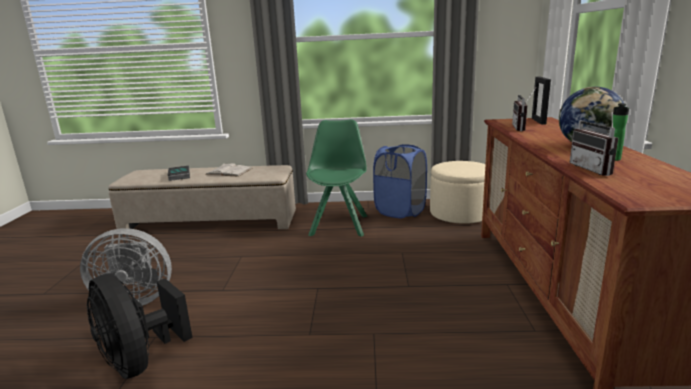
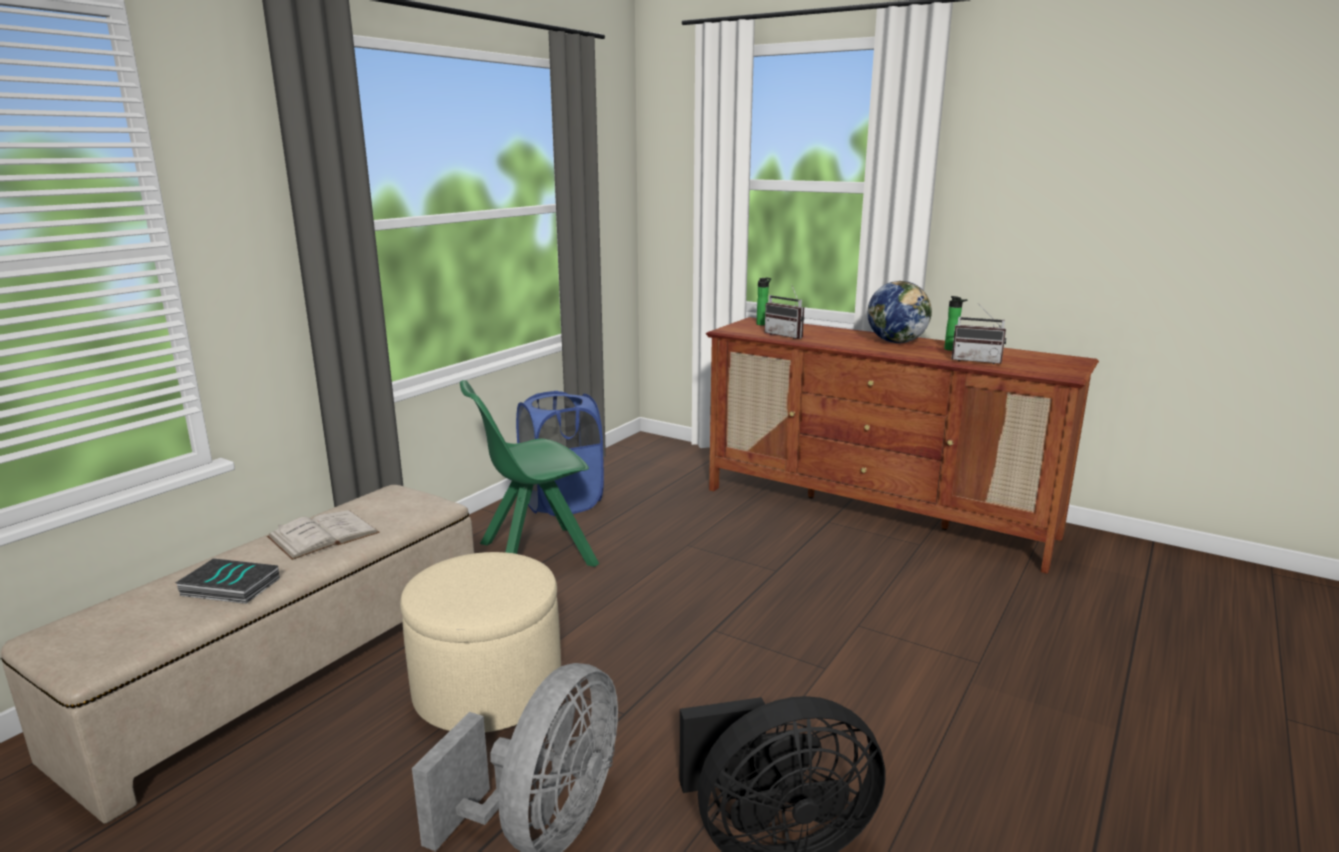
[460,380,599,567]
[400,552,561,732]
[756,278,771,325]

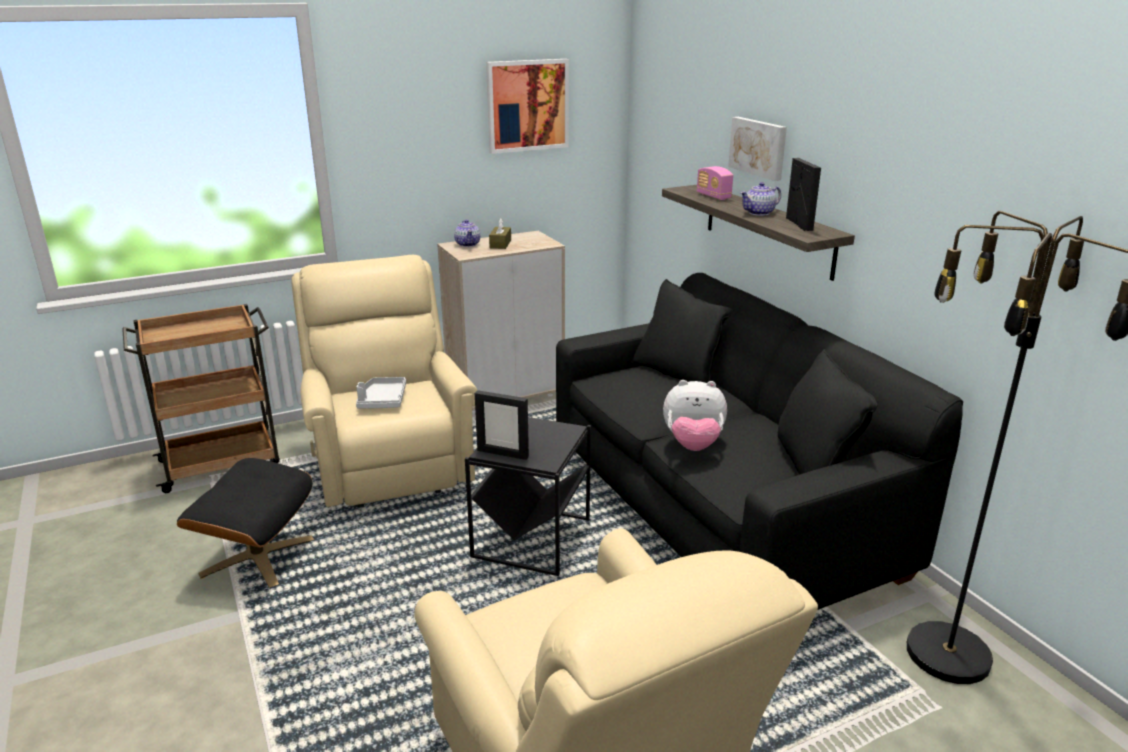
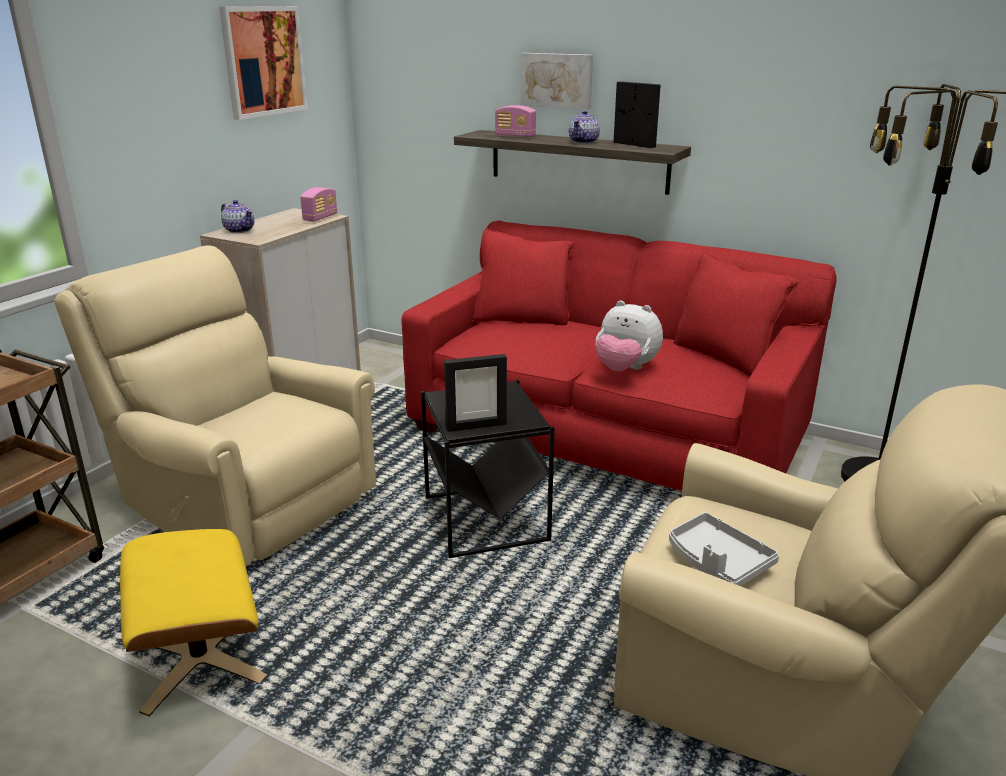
[120,529,267,717]
[669,512,779,586]
[489,218,511,249] (first image)
[402,221,837,491]
[595,300,663,371]
[300,187,337,222]

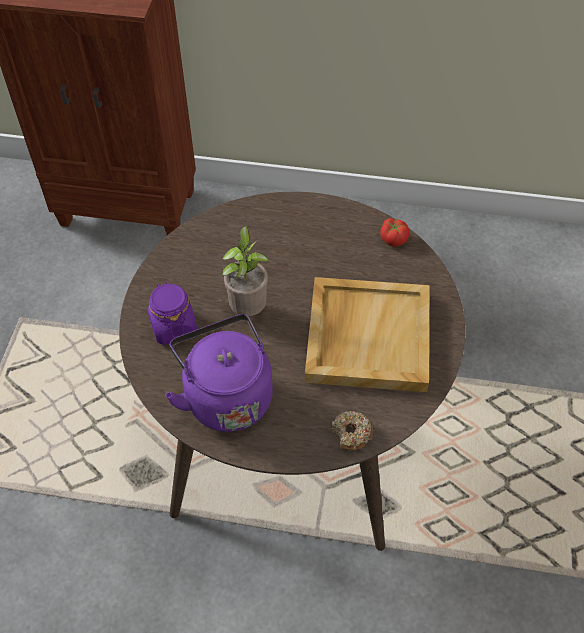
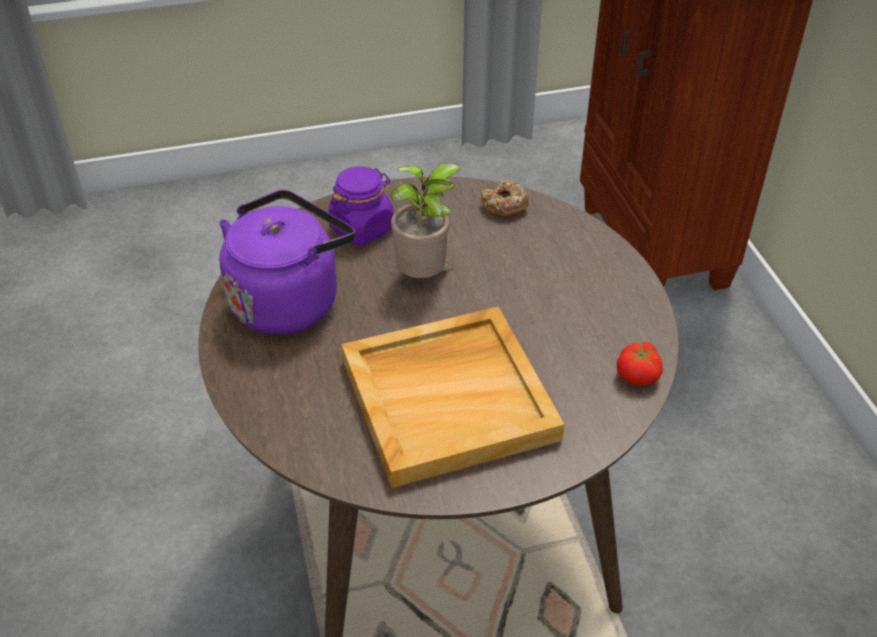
[480,180,529,218]

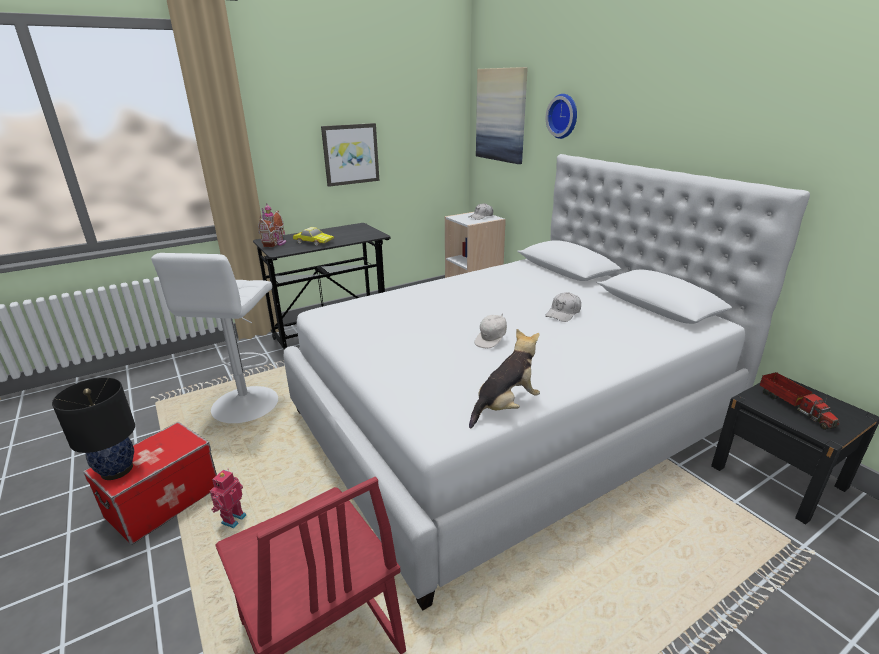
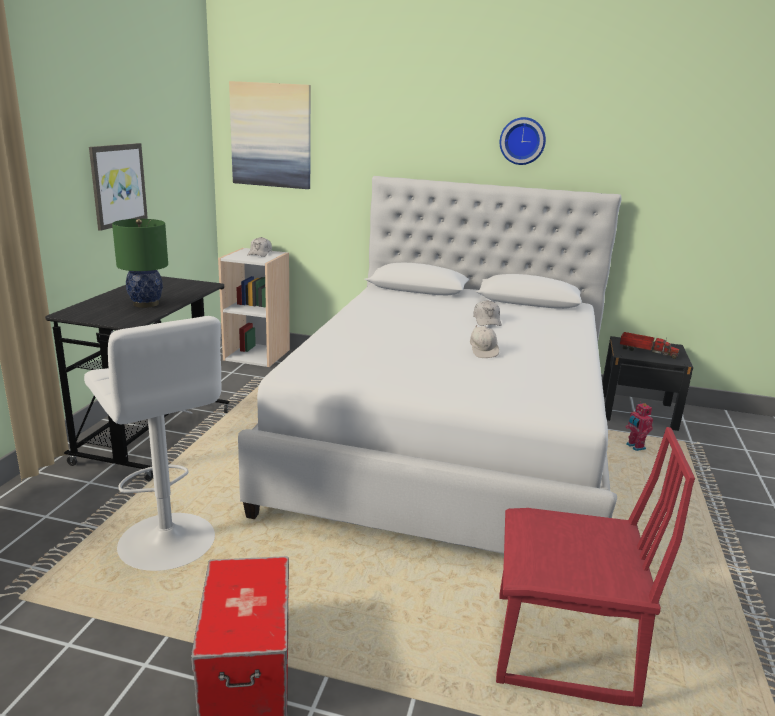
[52,378,135,480] (first image)
[625,402,653,451]
[258,204,286,247] (first image)
[112,219,168,308]
[469,329,540,428] (first image)
[500,117,546,165]

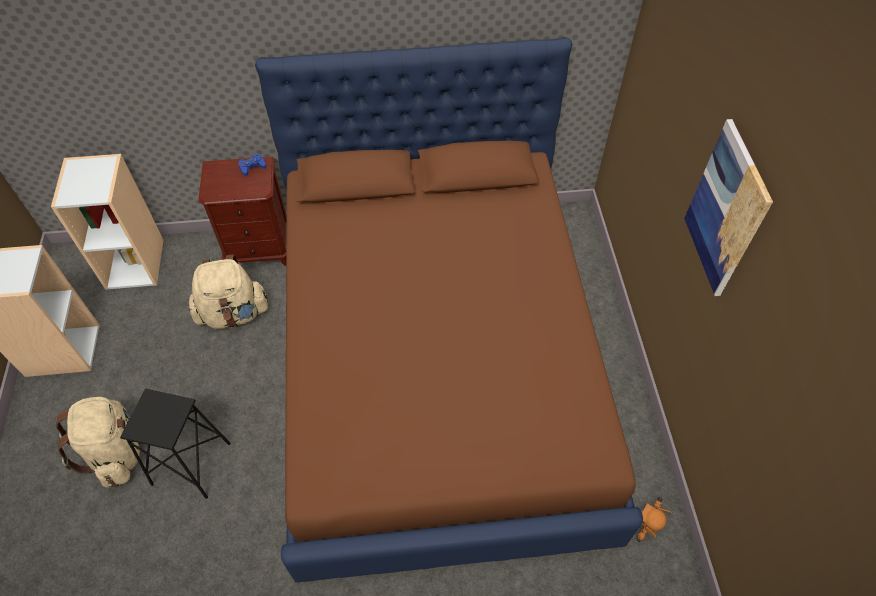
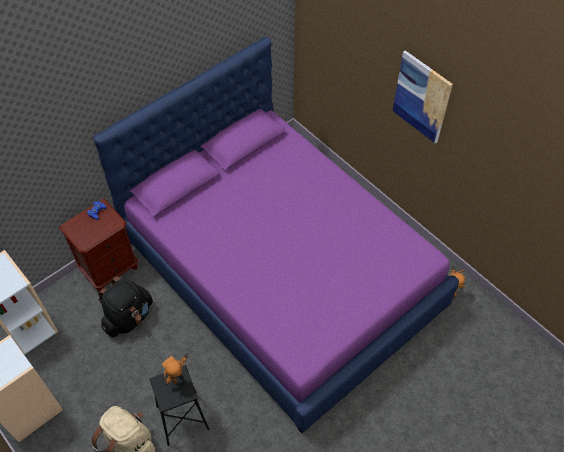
[98,276,153,337]
[93,37,459,433]
[162,354,188,385]

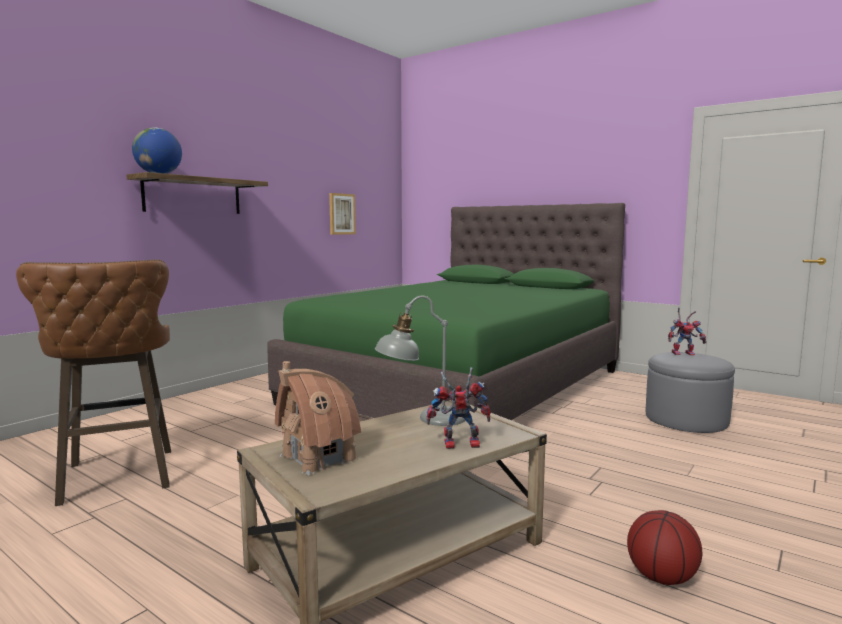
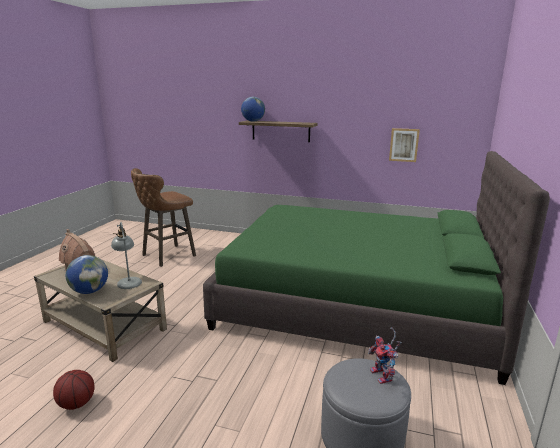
[66,255,108,294]

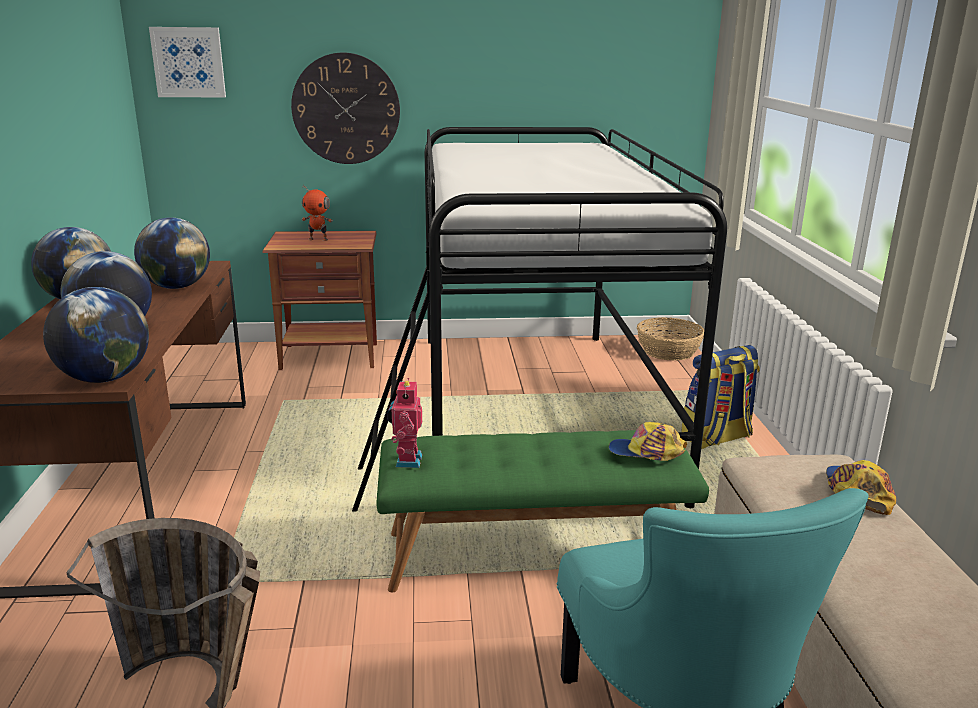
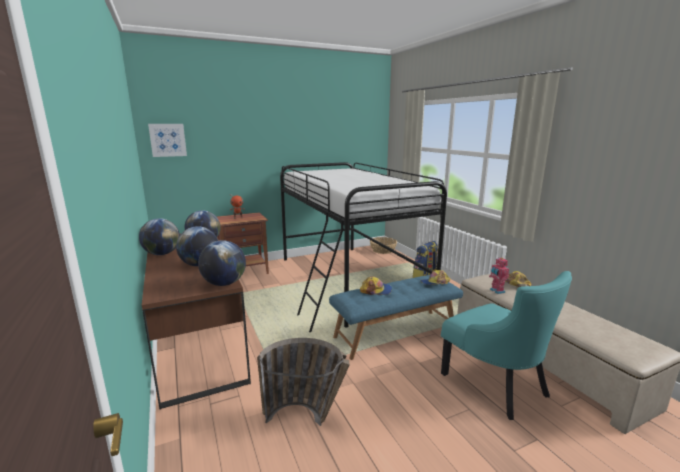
[291,53,400,164] (first image)
[329,275,463,360]
[489,258,509,294]
[360,276,392,295]

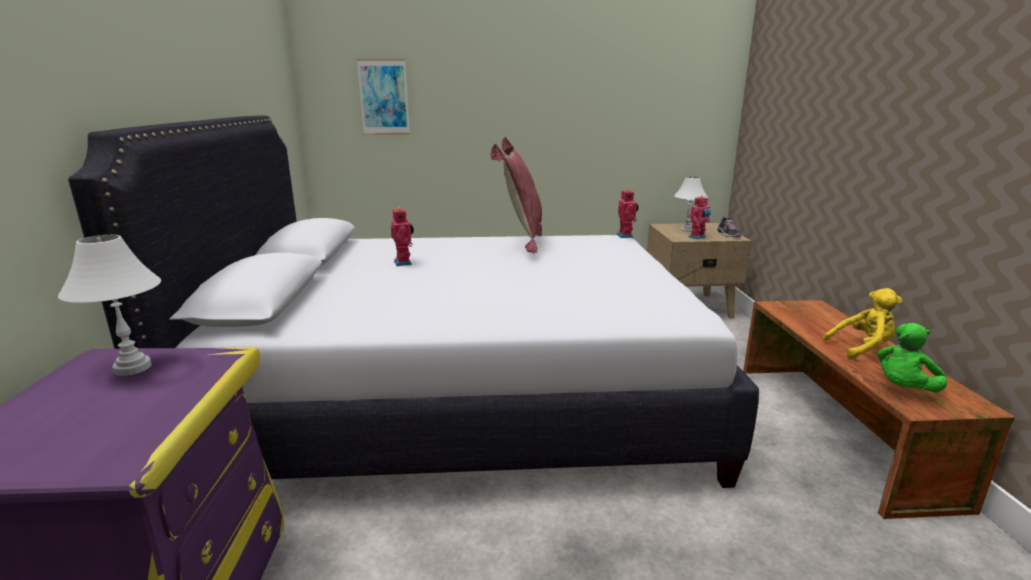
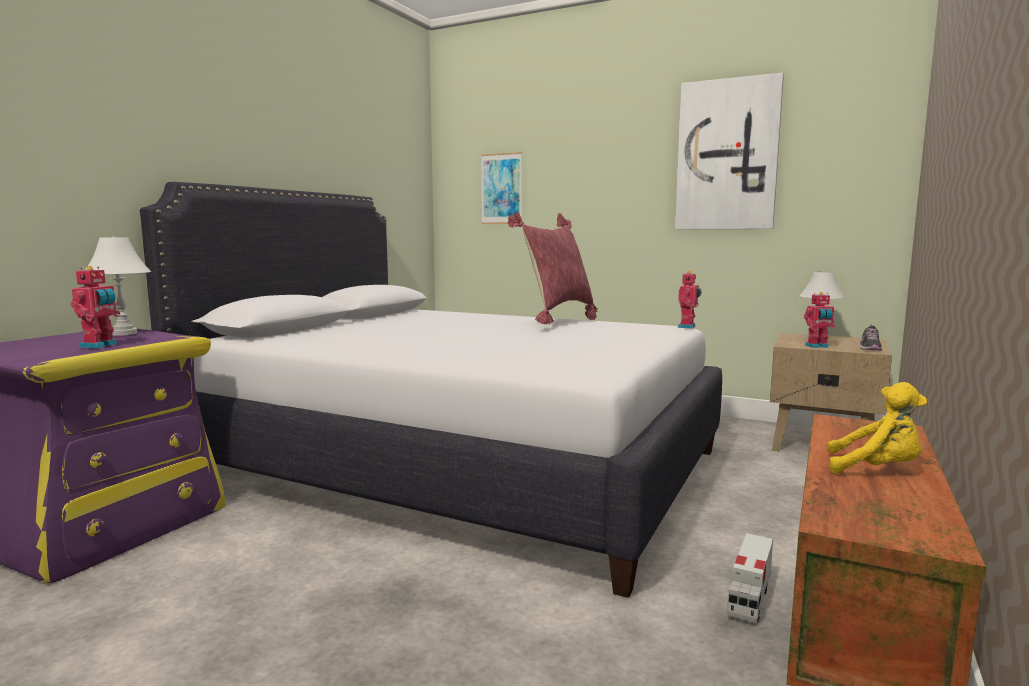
[71,266,120,348]
[877,323,947,392] (first image)
[675,73,784,229]
[727,533,773,623]

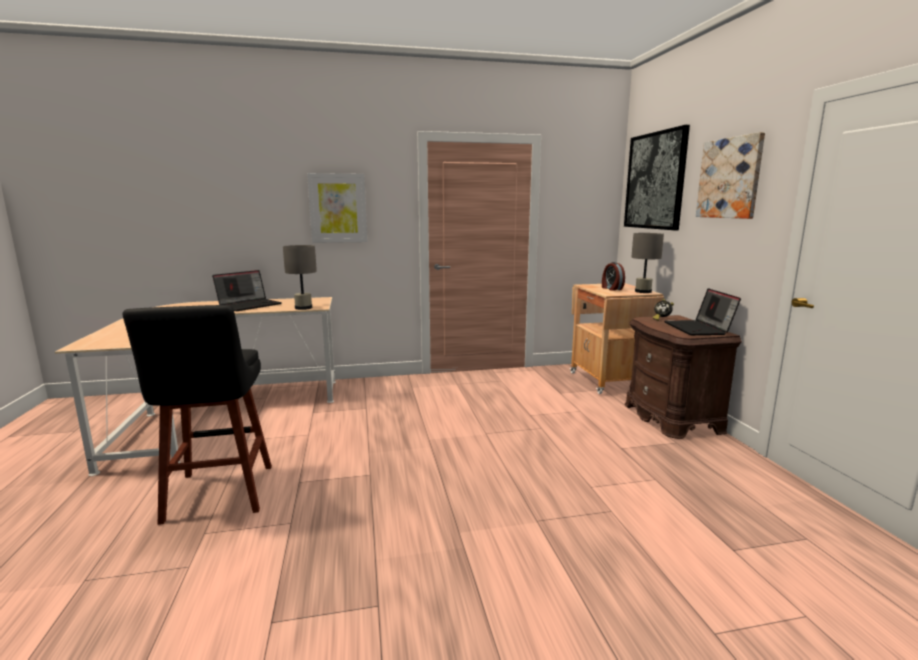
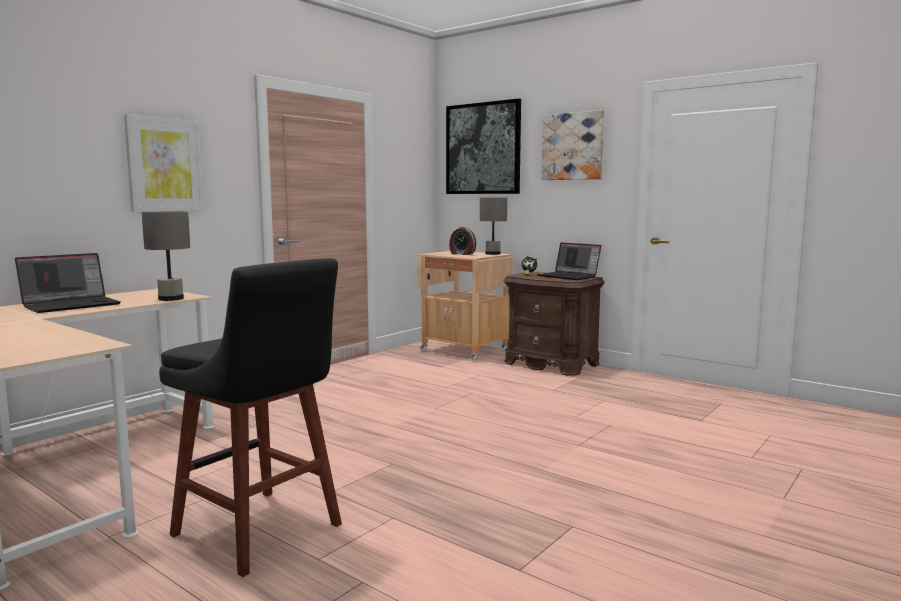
[15,253,121,313]

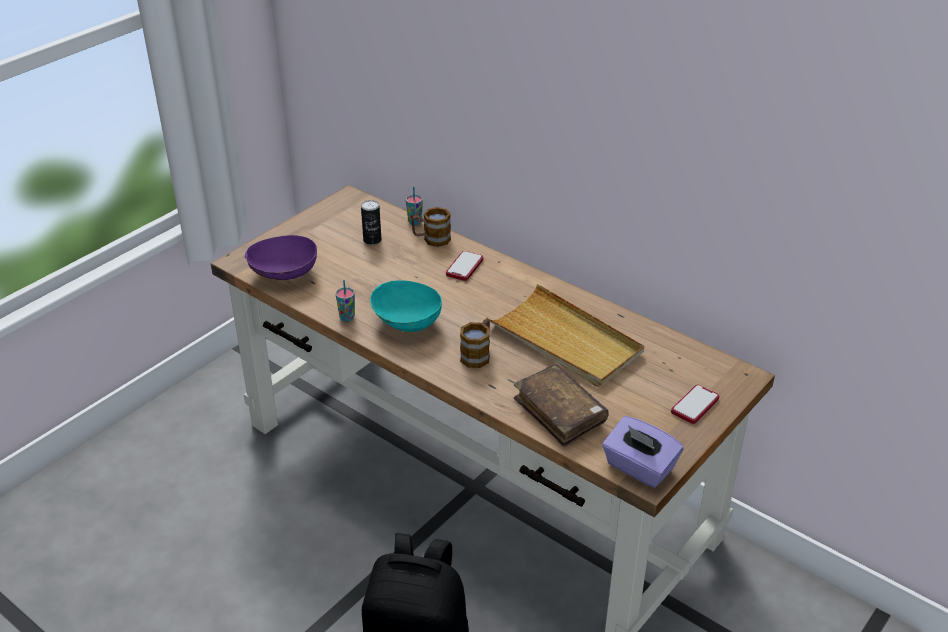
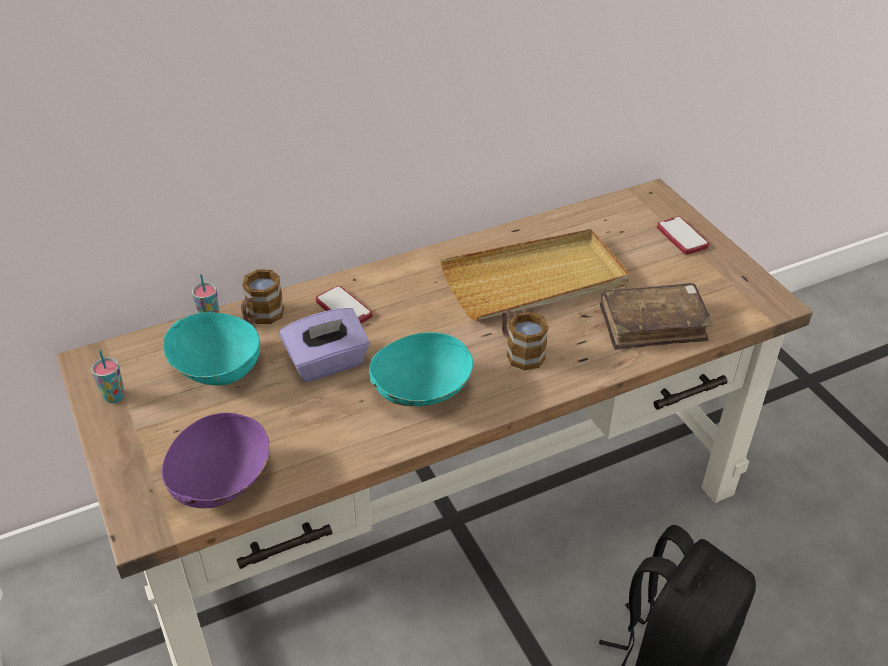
[91,350,125,403]
[162,312,260,385]
[279,308,370,382]

